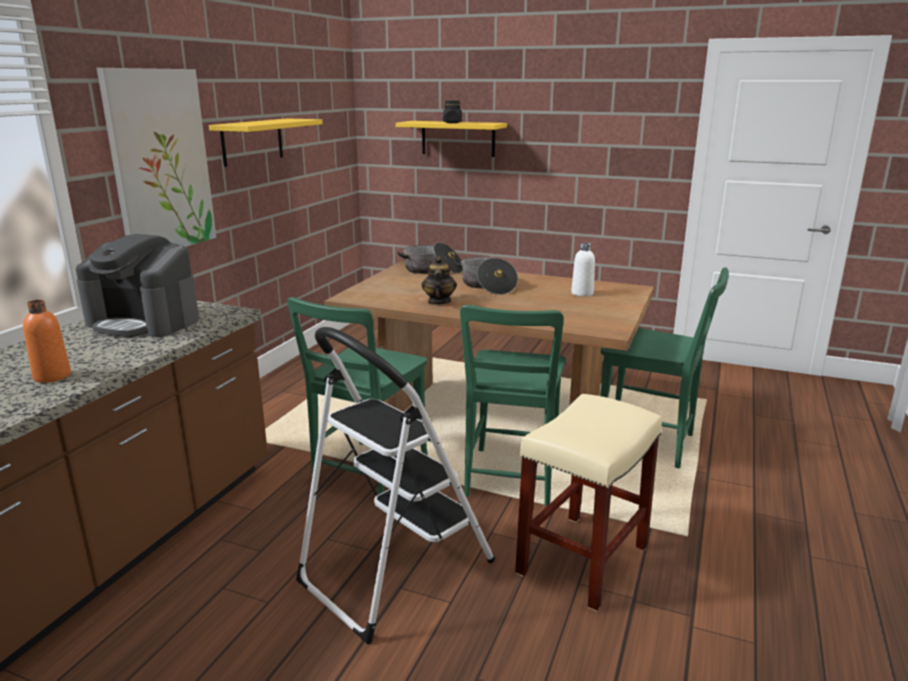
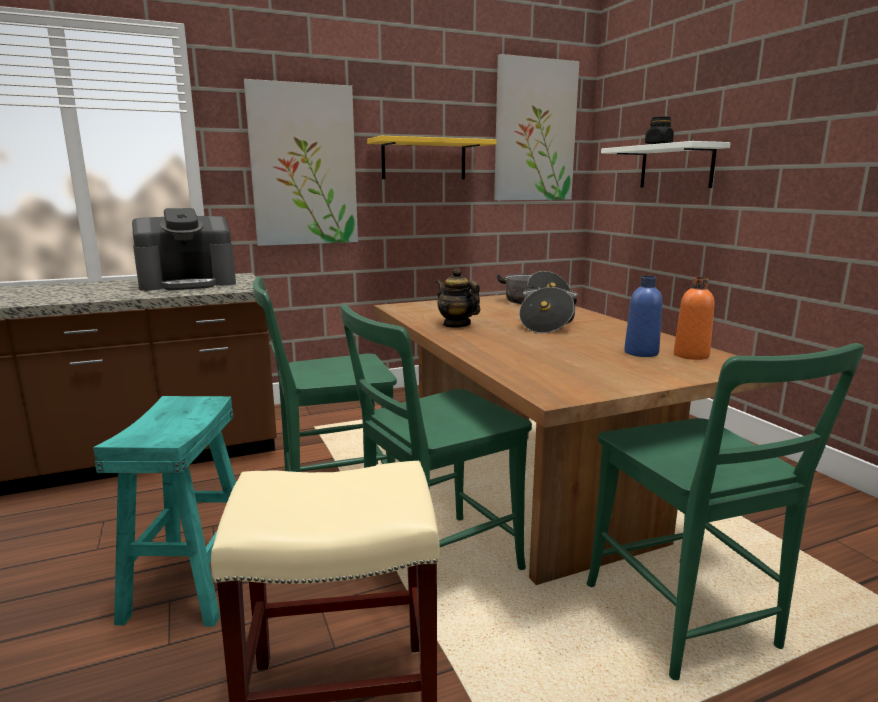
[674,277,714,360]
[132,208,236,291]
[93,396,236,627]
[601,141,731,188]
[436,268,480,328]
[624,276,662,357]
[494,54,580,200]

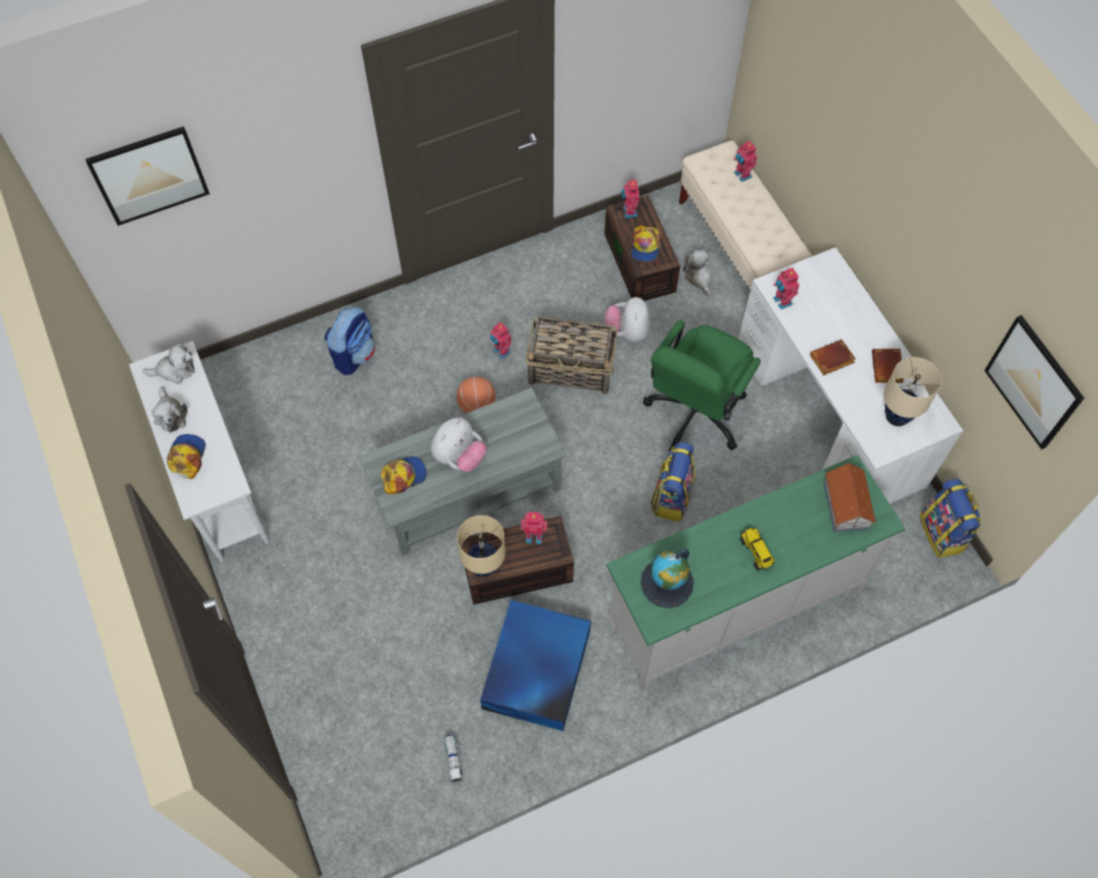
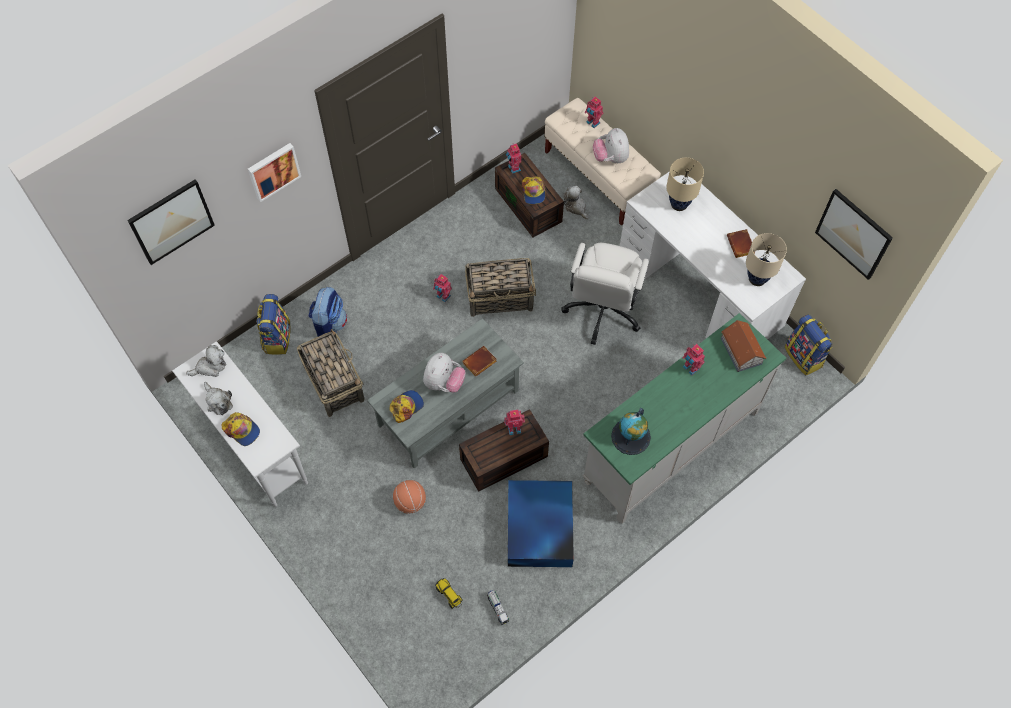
[222,412,260,446]
[393,480,426,513]
[666,158,704,211]
[593,128,629,163]
[561,243,649,345]
[257,294,290,355]
[435,578,463,609]
[682,344,705,376]
[462,346,497,377]
[248,143,301,202]
[297,329,364,417]

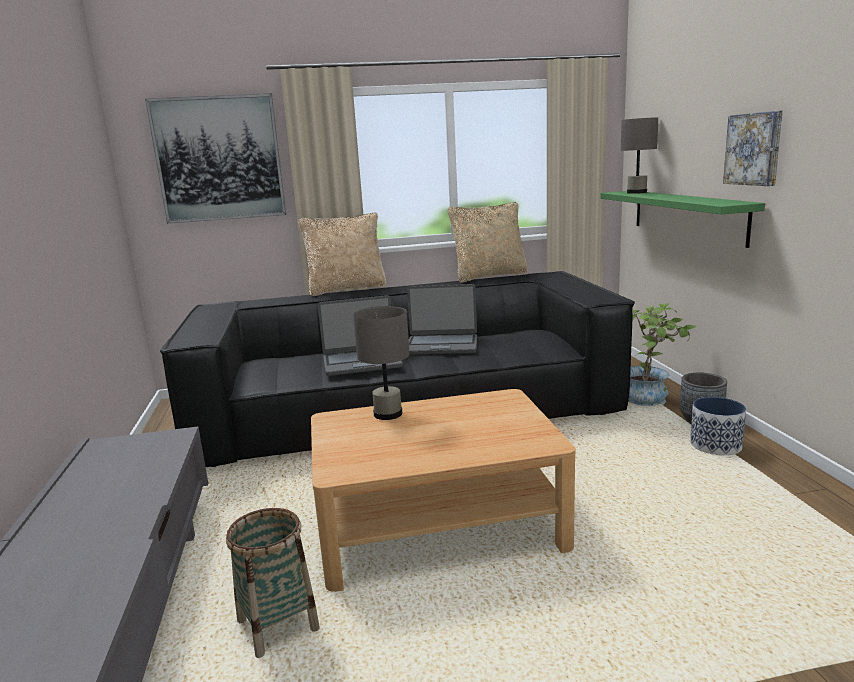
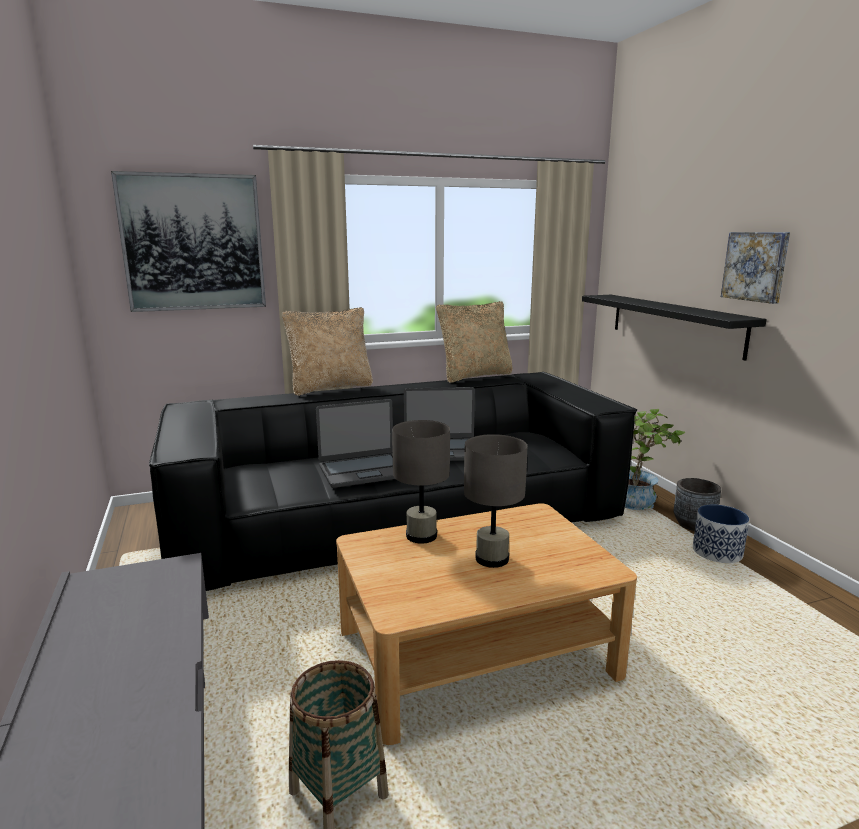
[582,295,767,361]
[464,434,527,568]

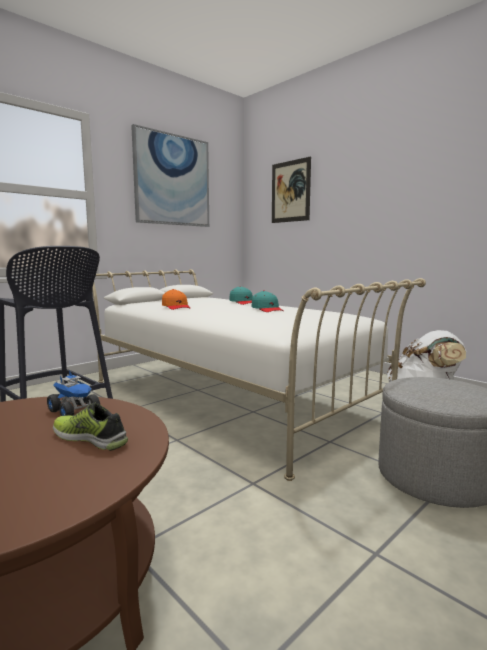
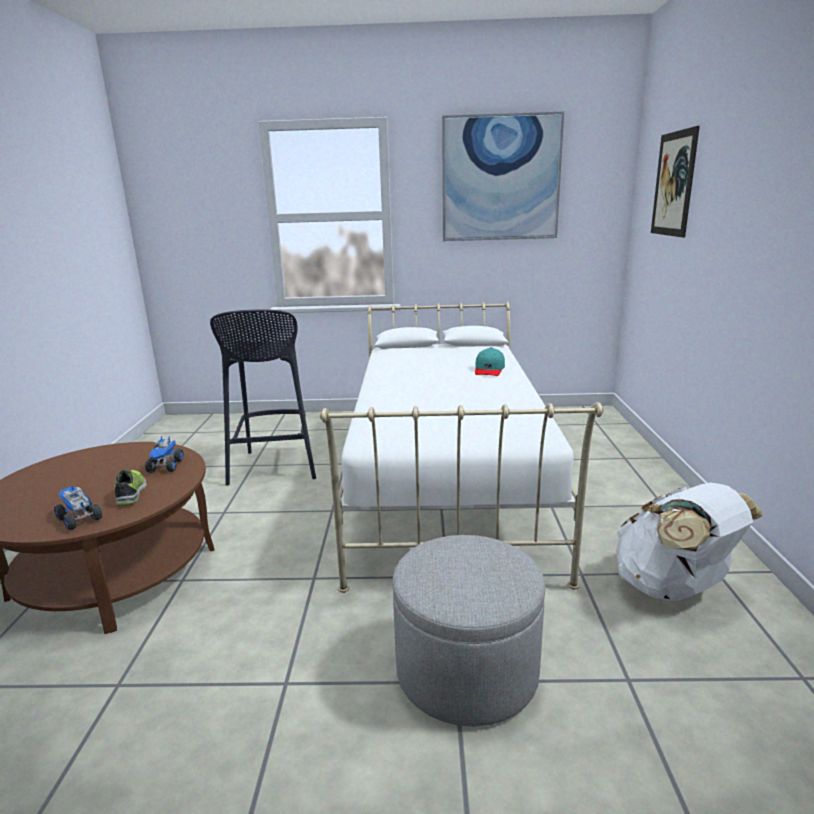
[162,289,190,310] (first image)
[252,291,283,312] (first image)
[54,486,102,530]

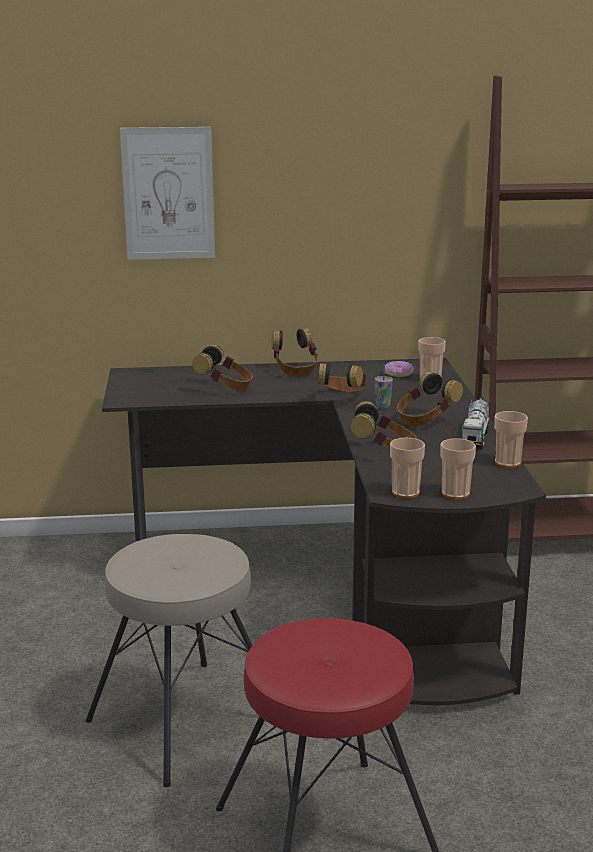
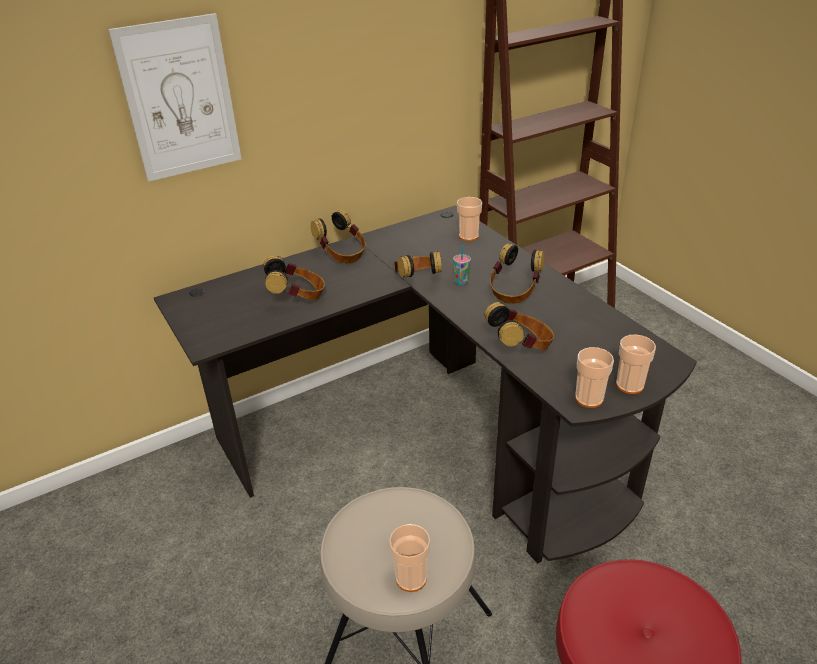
[385,361,413,377] (first image)
[462,397,490,449] (first image)
[389,524,430,592]

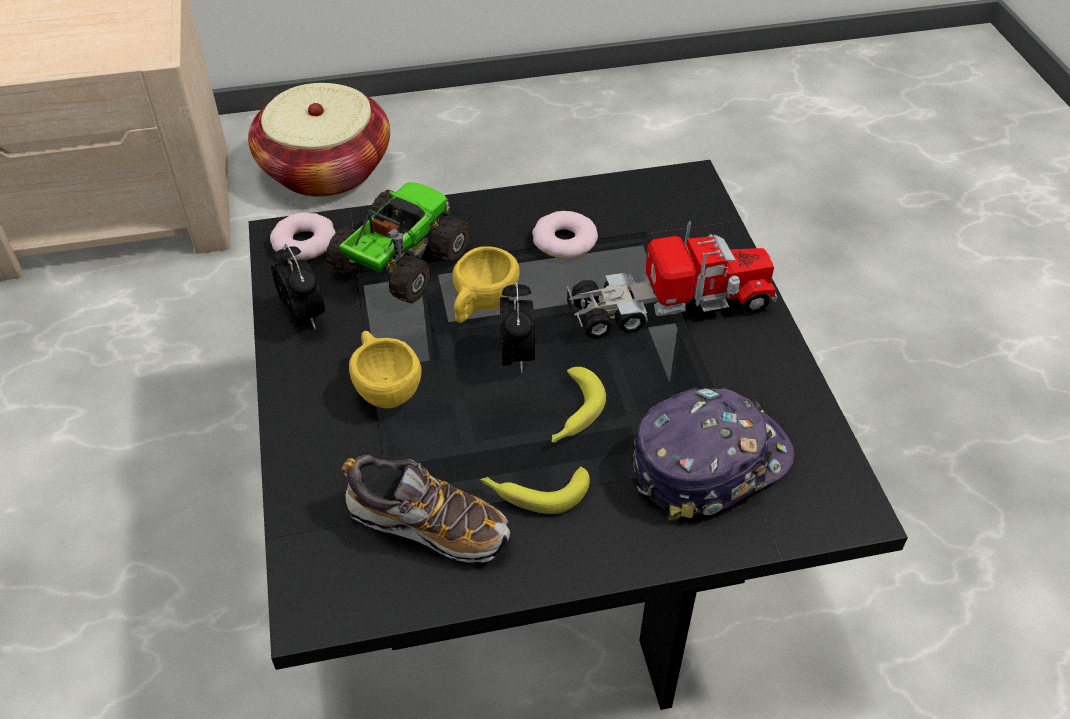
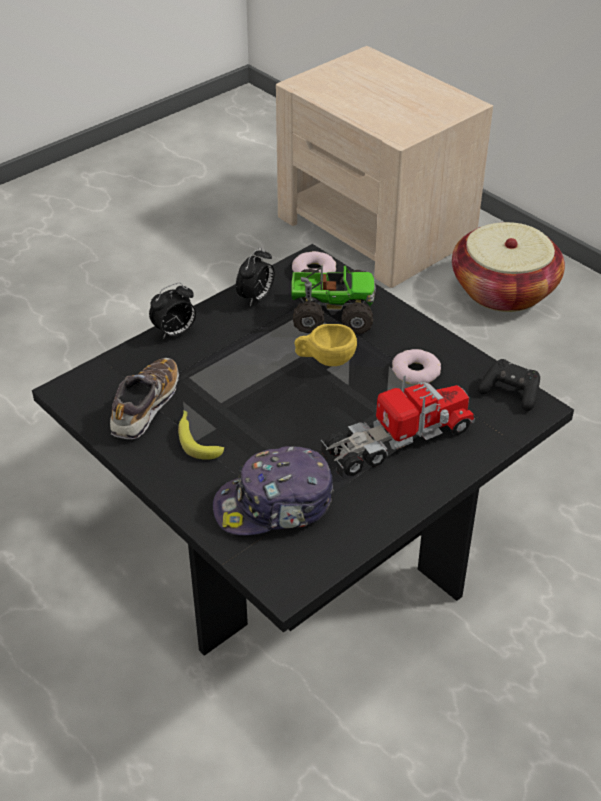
[110,358,179,439]
[349,330,421,408] (first image)
[149,283,196,339]
[552,367,606,443] (first image)
[321,375,475,479]
[213,446,334,535]
[478,359,540,411]

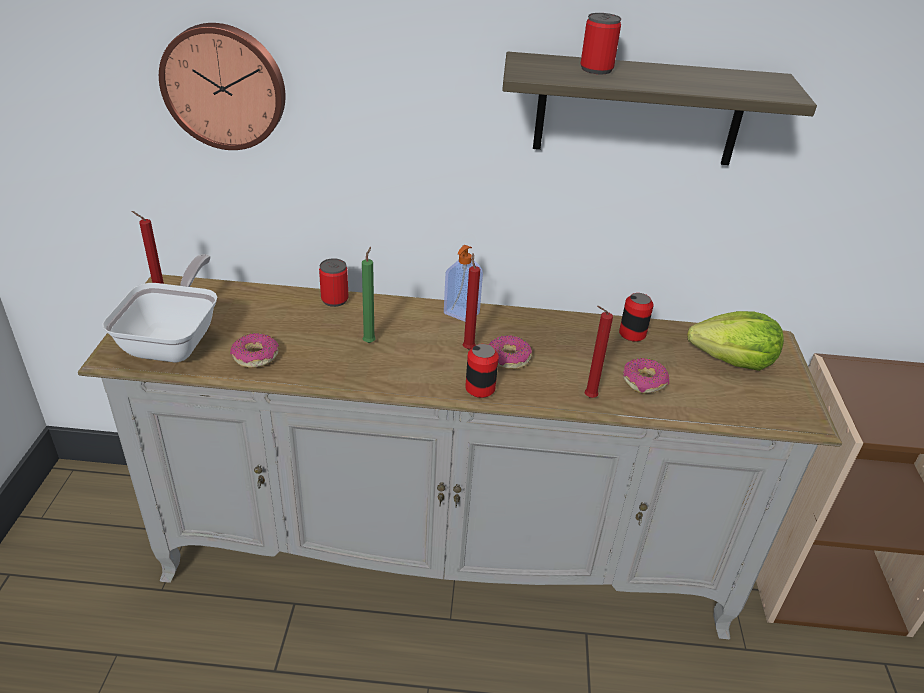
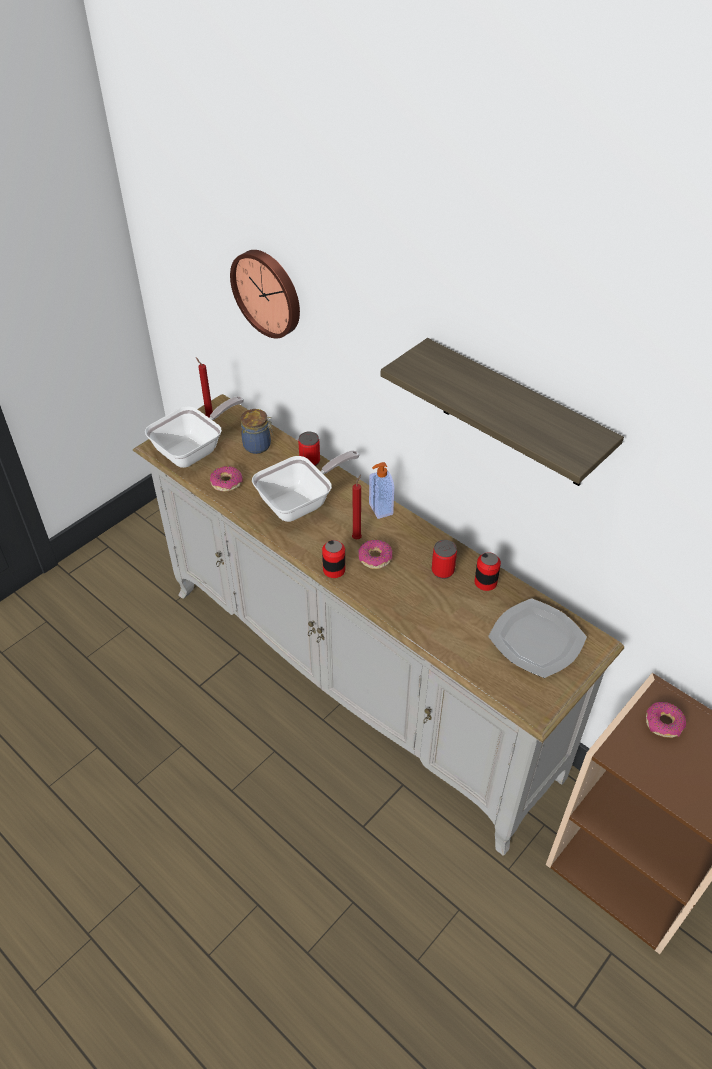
[252,451,360,522]
[432,540,457,579]
[585,306,613,398] (first image)
[646,702,686,738]
[488,598,587,678]
[241,409,273,454]

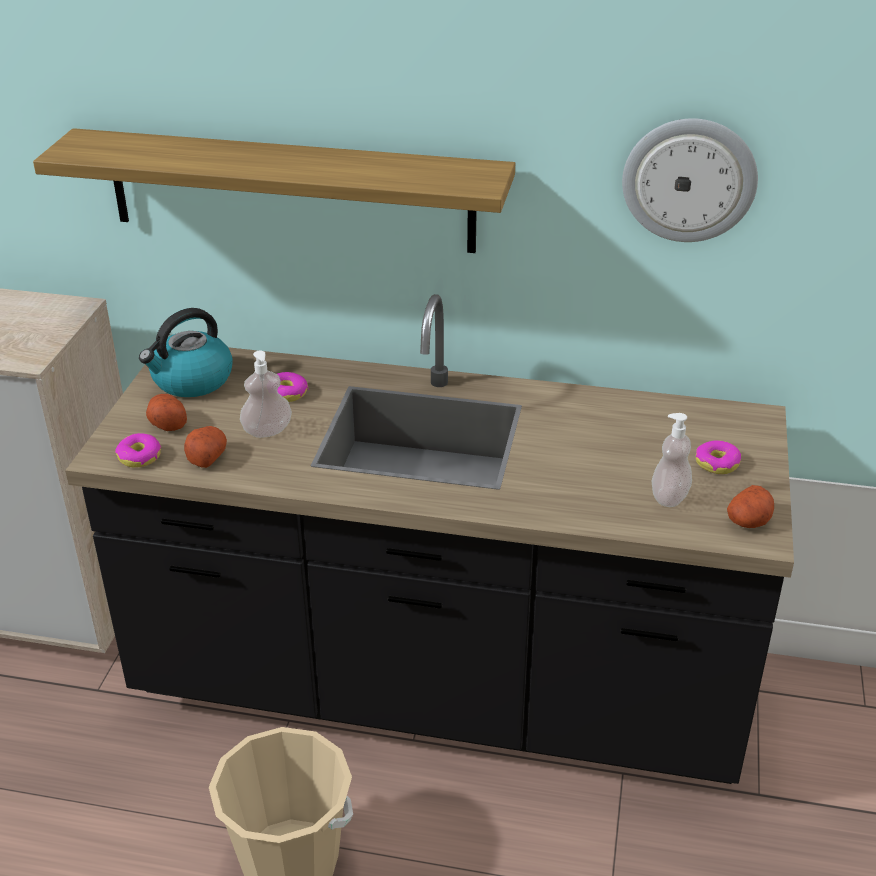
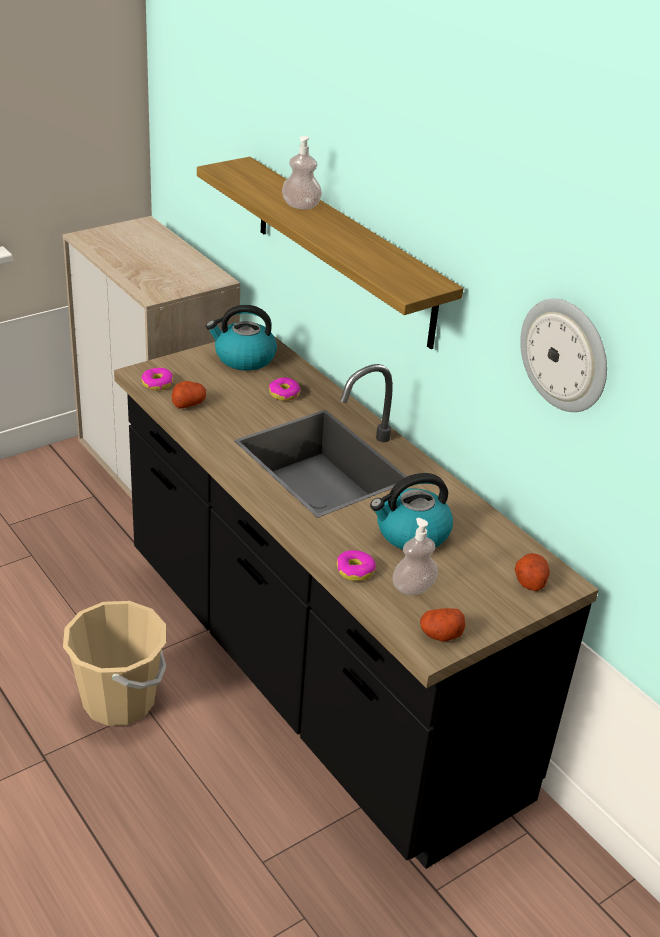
[515,553,550,591]
[282,136,322,210]
[337,550,376,581]
[370,473,453,550]

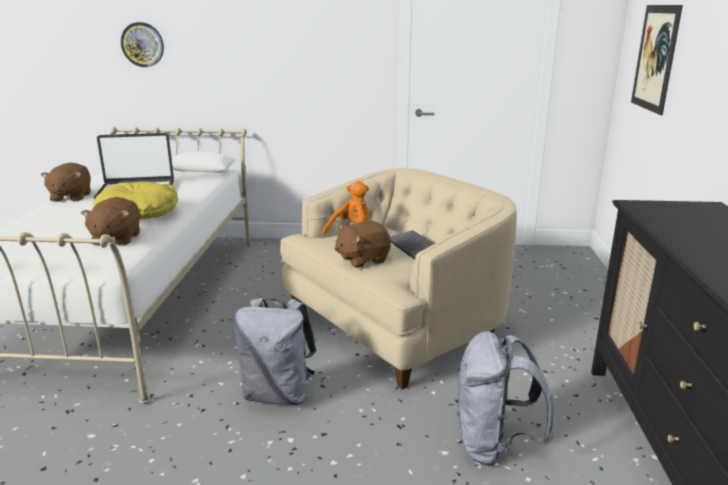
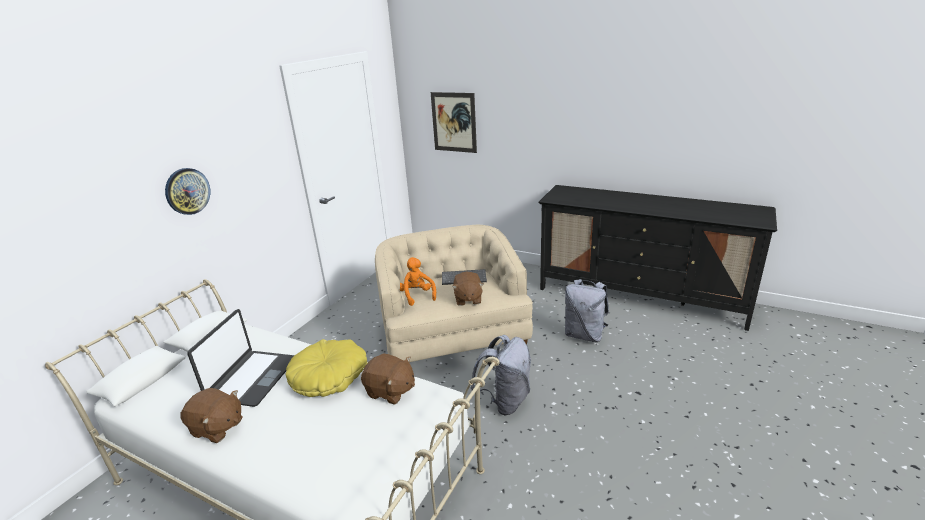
[165,168,210,215]

